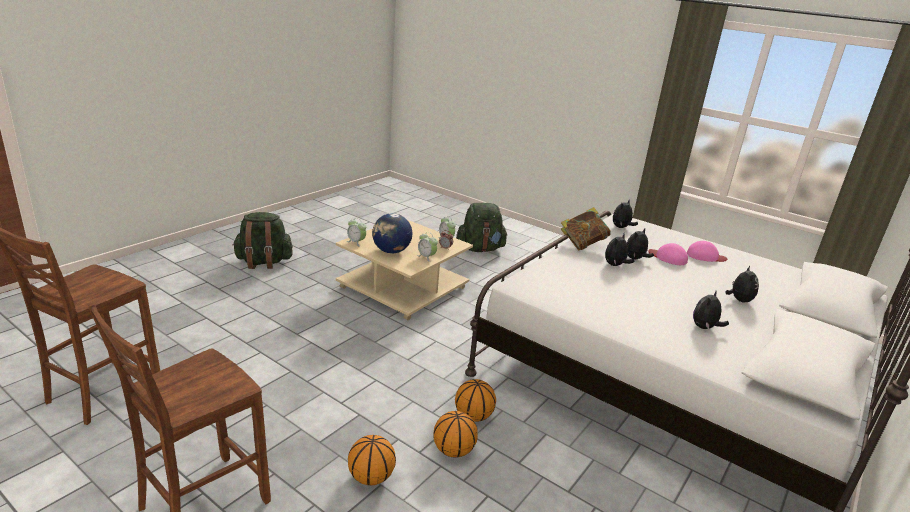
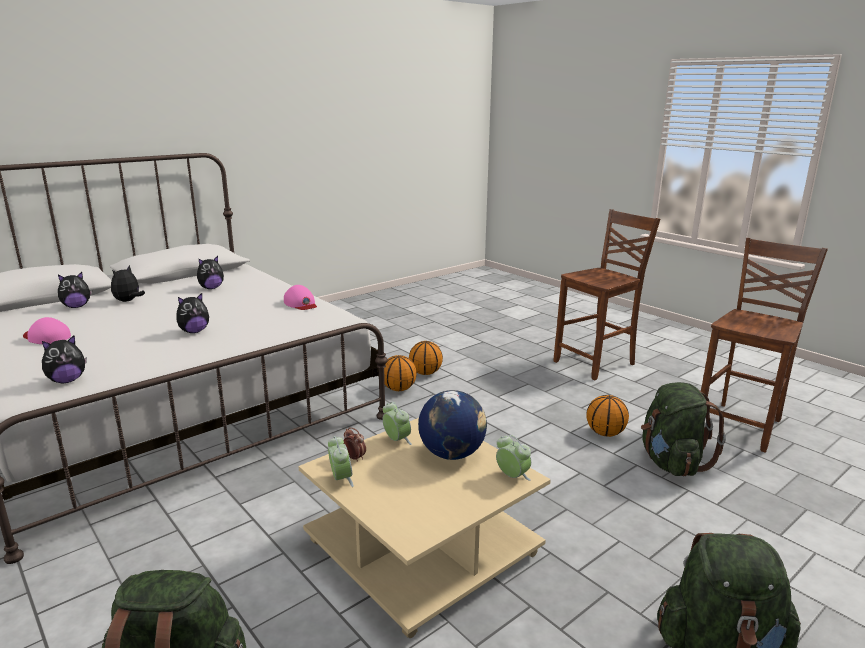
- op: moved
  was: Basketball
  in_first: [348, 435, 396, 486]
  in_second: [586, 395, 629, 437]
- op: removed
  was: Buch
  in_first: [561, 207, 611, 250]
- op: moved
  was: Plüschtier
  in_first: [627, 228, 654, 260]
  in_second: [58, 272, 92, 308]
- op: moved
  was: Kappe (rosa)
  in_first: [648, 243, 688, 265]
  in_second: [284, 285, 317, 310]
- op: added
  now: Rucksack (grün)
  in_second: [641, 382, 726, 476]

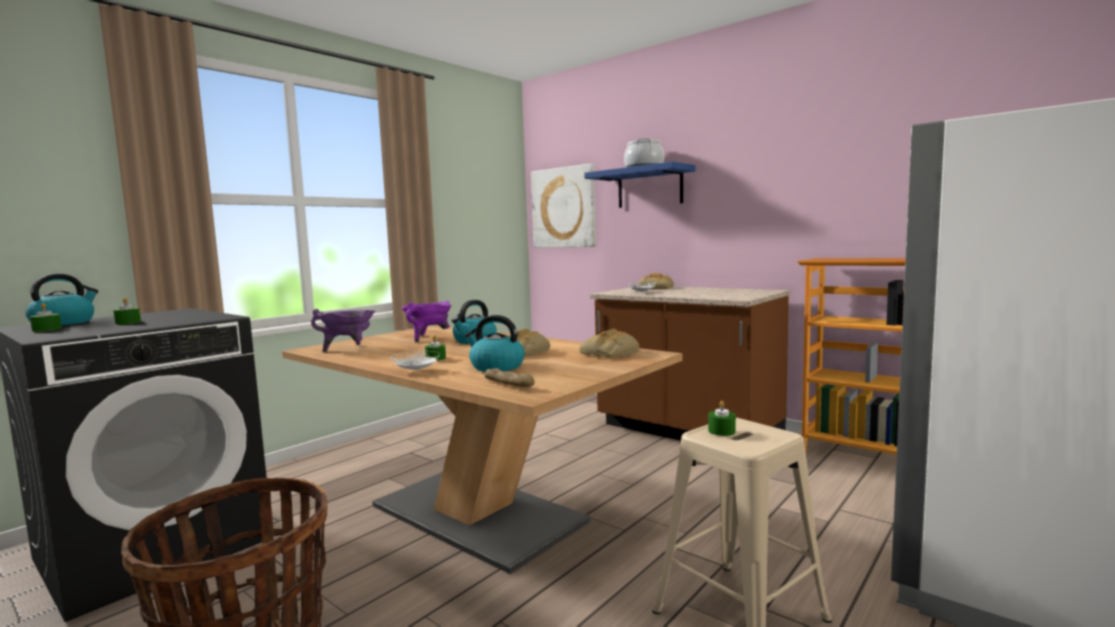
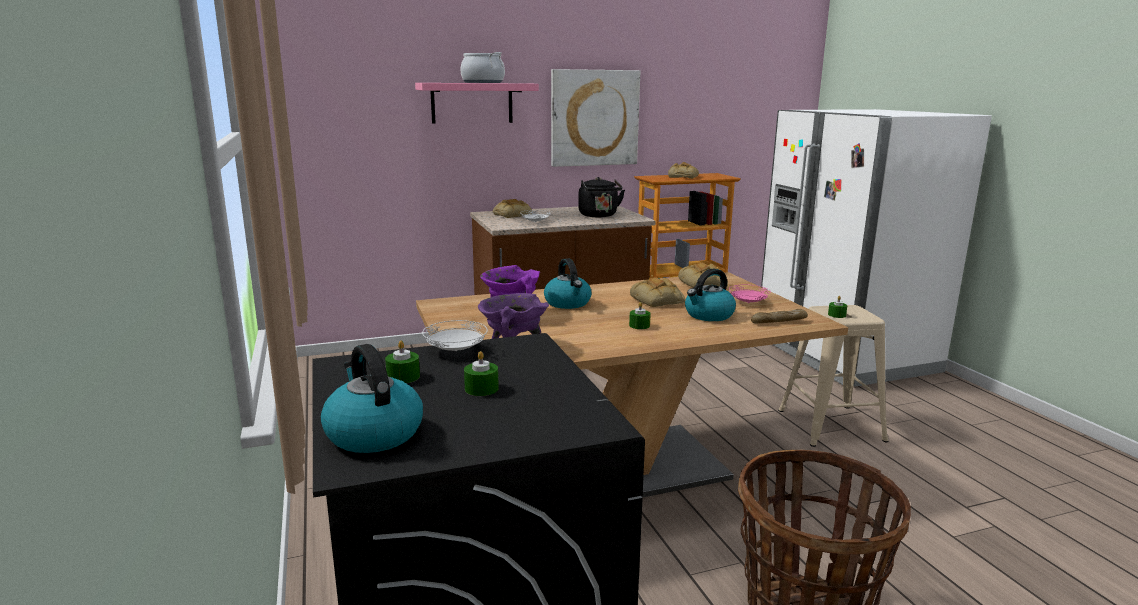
- op: moved
  was: Kerze (grün)
  in_first: [30, 303, 62, 332]
  in_second: [385, 341, 420, 383]
- op: moved
  was: Teller (weiß)
  in_first: [391, 351, 440, 371]
  in_second: [422, 320, 488, 351]
- op: moved
  was: Bild
  in_first: [531, 163, 596, 248]
  in_second: [551, 69, 640, 167]
- op: recoloured
  was: Wandregal (blau)
  now: Wandregal (rosa)
  in_first: [584, 162, 695, 208]
  in_second: [415, 83, 539, 124]
- op: added
  now: Wasserkessel (schwarz)
  in_second: [578, 177, 625, 217]
- op: added
  now: Brot
  in_second: [668, 162, 699, 179]
- op: added
  now: Teller (rosa)
  in_second: [729, 285, 771, 303]

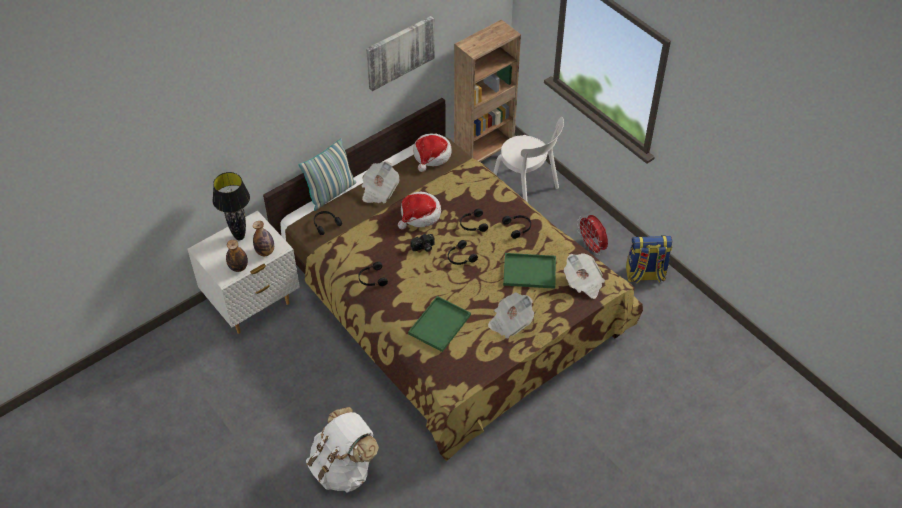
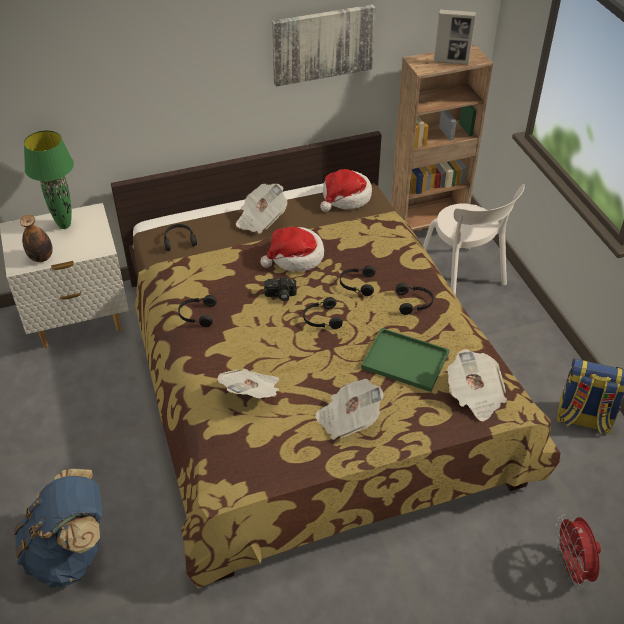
- op: recoloured
  was: Tischlampe (schwarz)
  now: Tischlampe (grün)
  in_first: [213, 172, 250, 240]
  in_second: [24, 130, 74, 229]
- op: removed
  was: Flasche
  in_first: [253, 221, 274, 256]
- op: removed
  was: Kissen
  in_first: [299, 138, 357, 211]
- op: recoloured
  was: Rucksack (weiß)
  now: Rucksack (blau)
  in_first: [306, 407, 379, 493]
  in_second: [14, 469, 102, 588]
- op: replaced
  was: Tablett (grün)
  now: Zeitung
  in_first: [408, 296, 471, 352]
  in_second: [218, 369, 279, 398]
- op: moved
  was: Ventilator (rot)
  in_first: [577, 215, 608, 255]
  in_second: [554, 515, 601, 589]
- op: added
  now: Bilderrahmen
  in_second: [434, 9, 476, 64]

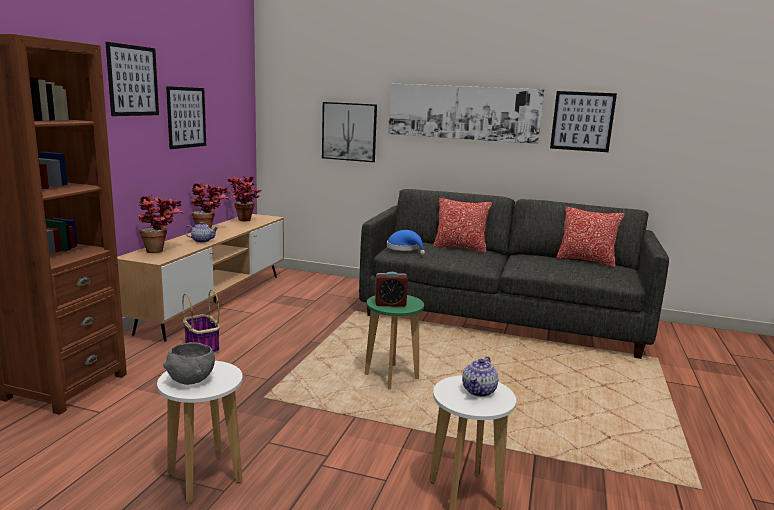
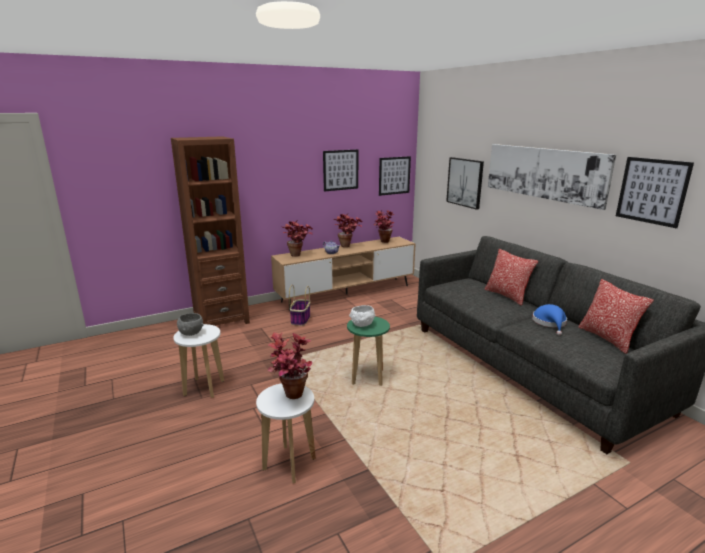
- op: moved
  was: Bild
  in_first: [105, 42, 159, 116]
  in_second: [379, 156, 411, 196]
- op: replaced
  was: Wecker
  now: Schüssel (weiß)
  in_first: [375, 272, 408, 307]
  in_second: [349, 305, 375, 327]
- op: moved
  was: Hut (blau)
  in_first: [387, 230, 425, 255]
  in_second: [532, 304, 567, 336]
- op: replaced
  was: Teekanne
  now: Topfpflanze
  in_first: [462, 356, 498, 397]
  in_second: [268, 332, 312, 399]

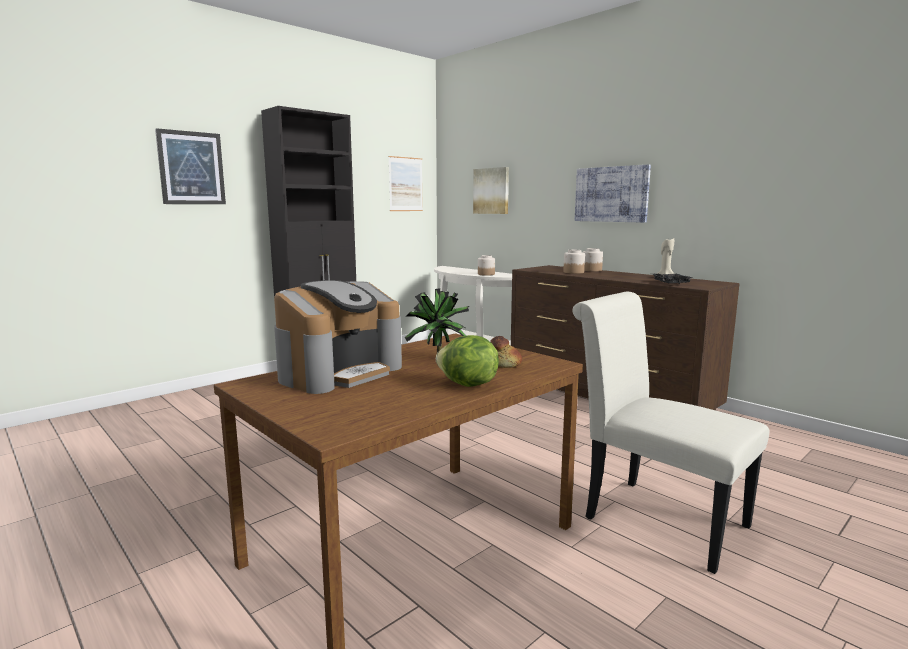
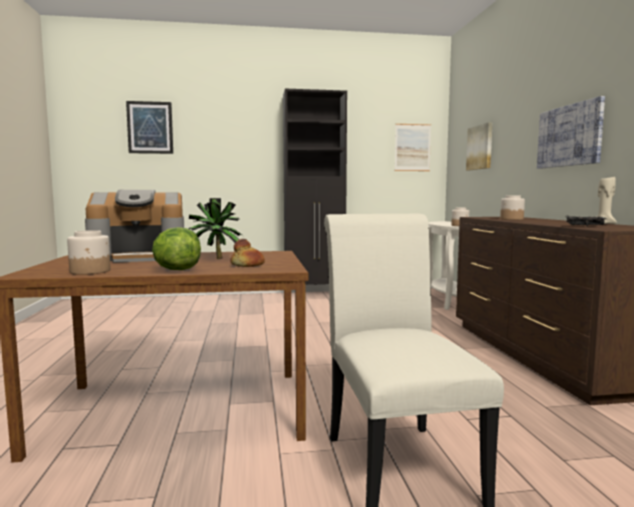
- op: moved
  was: Bild
  in_first: [155, 128, 226, 204]
  in_second: [126, 101, 173, 154]
- op: moved
  was: Vorratsglas
  in_first: [583, 248, 603, 272]
  in_second: [67, 230, 111, 275]

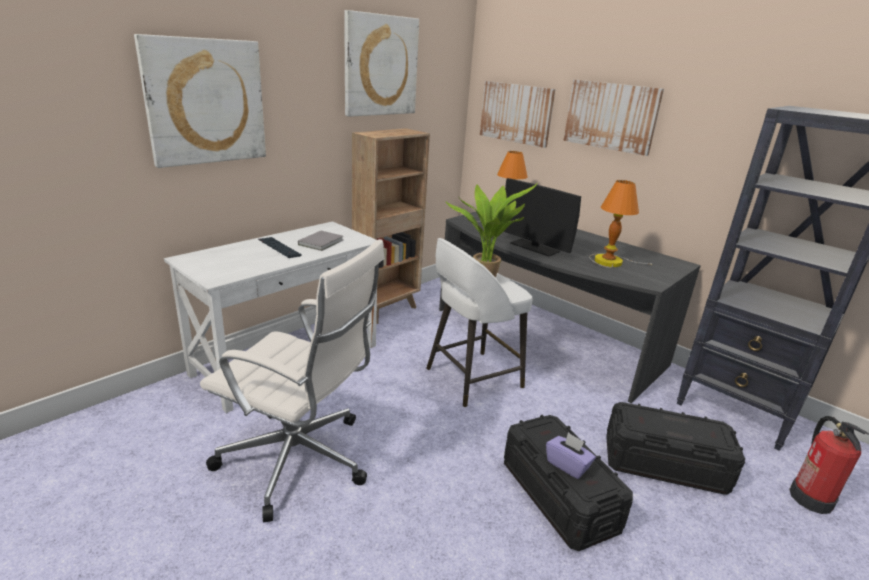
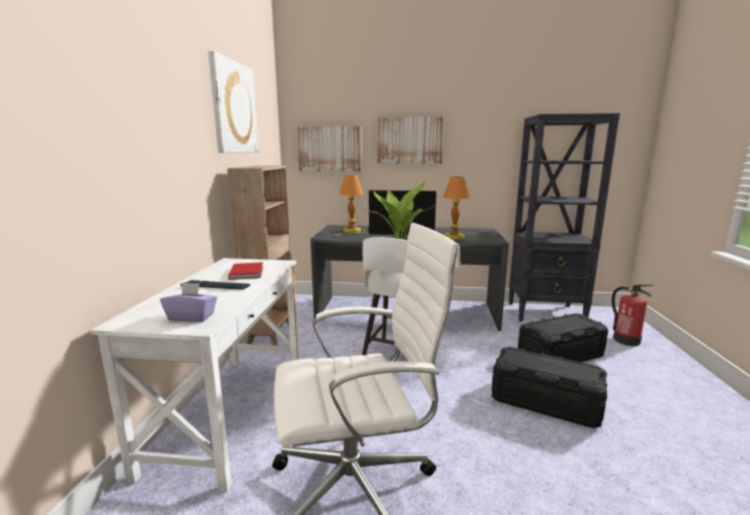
- op: removed
  was: Bild
  in_first: [134, 34, 266, 168]
- op: recoloured
  was: Buch (grau)
  now: Buch (rot)
  in_first: [298, 231, 343, 251]
  in_second: [228, 262, 263, 280]
- op: moved
  was: Taschentuchbox (lila)
  in_first: [546, 432, 596, 479]
  in_second: [160, 282, 217, 322]

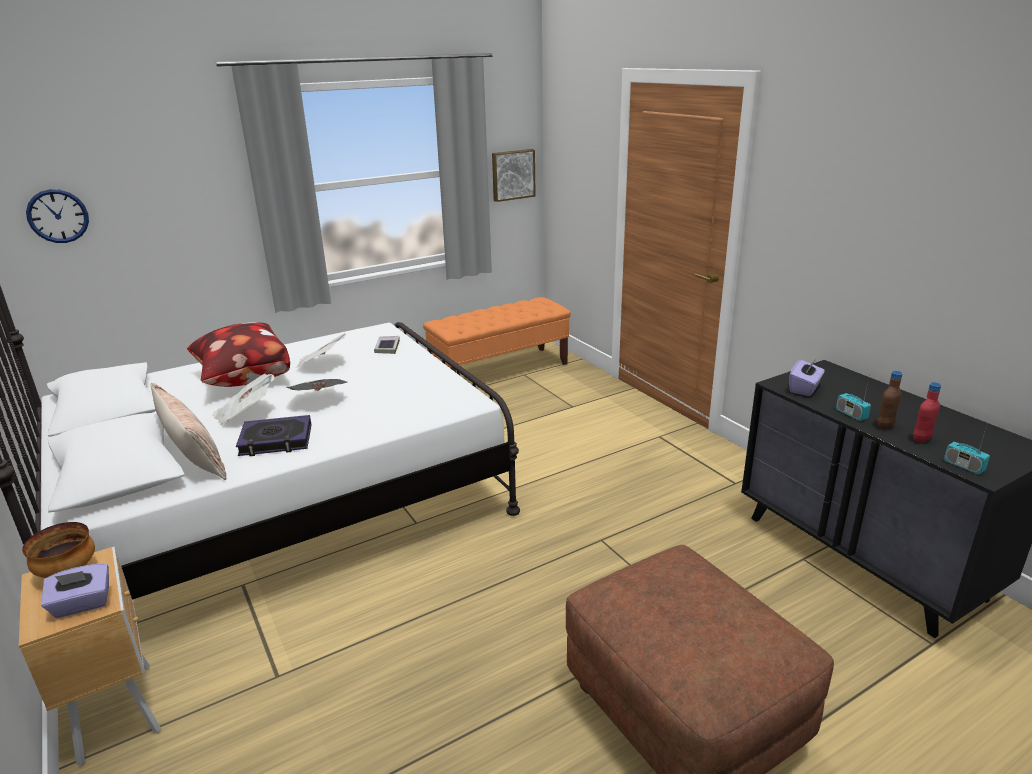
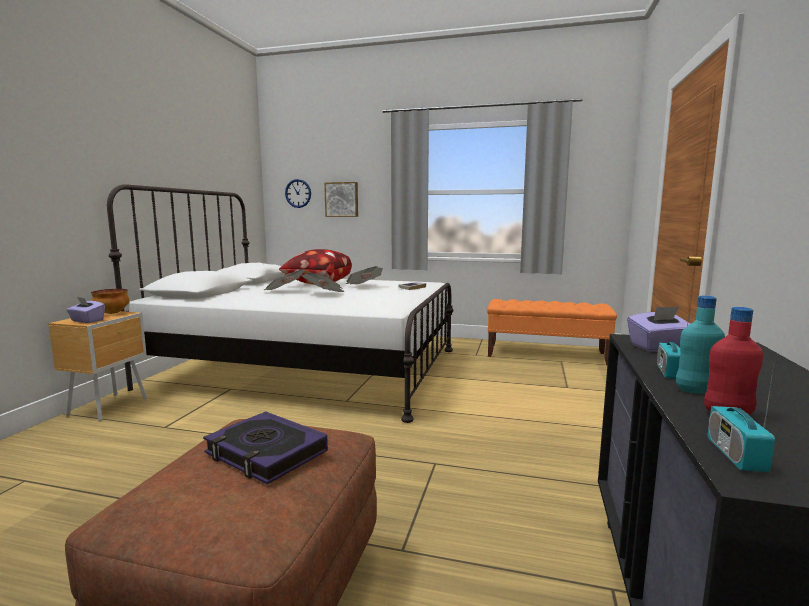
- op: removed
  was: Kissen
  in_first: [151, 383, 226, 480]
- op: moved
  was: Buch
  in_first: [236, 415, 312, 456]
  in_second: [203, 411, 328, 485]
- op: moved
  was: Bild
  in_first: [492, 149, 536, 202]
  in_second: [324, 182, 358, 217]
- op: recoloured
  was: Flasche (braun)
  now: Flasche (türkis)
  in_first: [877, 371, 902, 429]
  in_second: [676, 296, 725, 393]

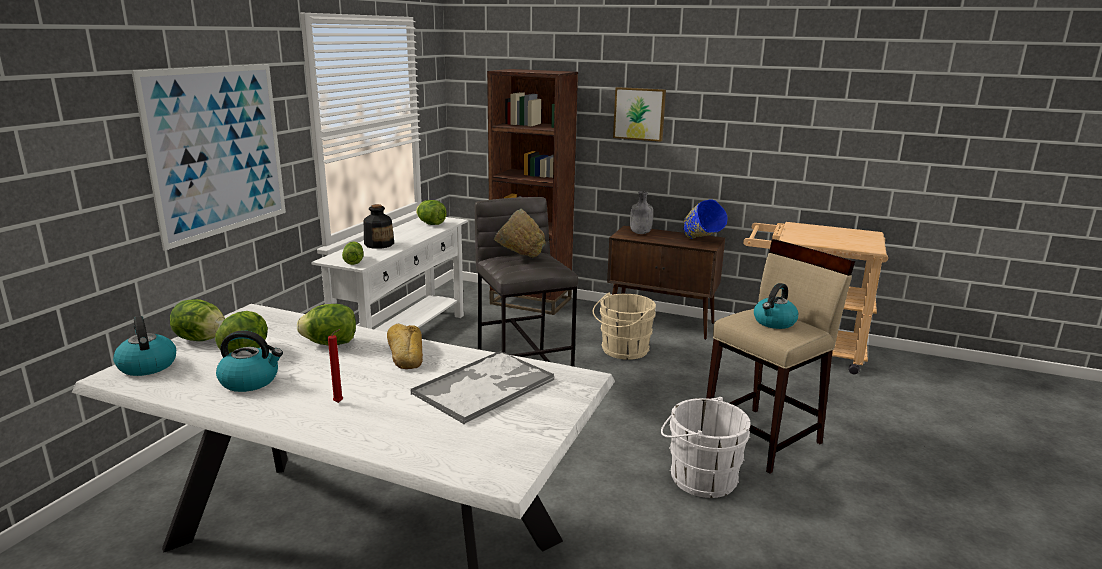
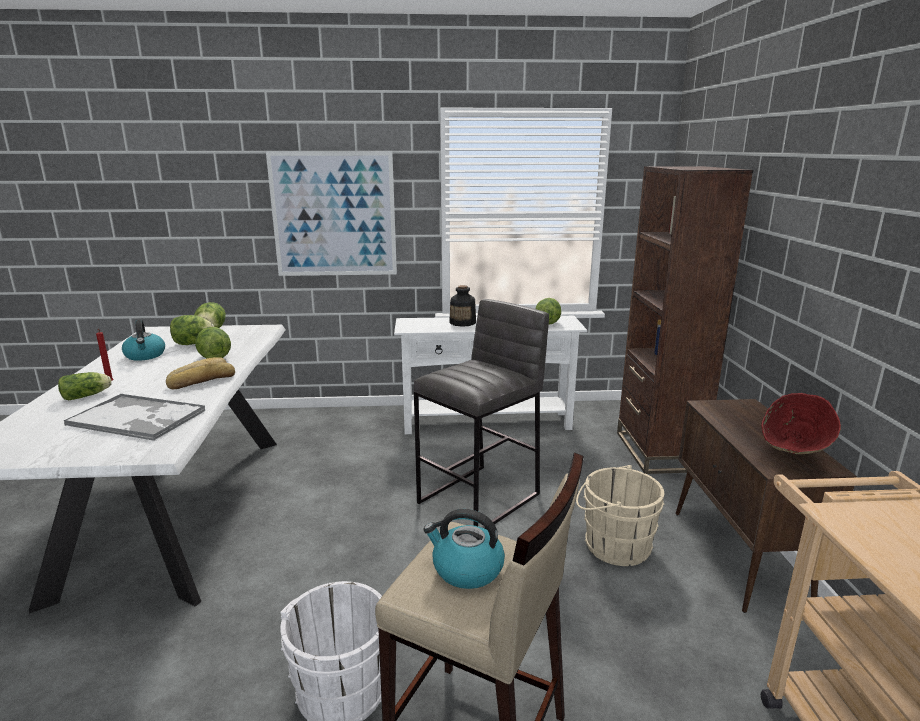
- op: removed
  was: Wasserkessel
  in_first: [113, 316, 176, 376]
- op: moved
  was: Salatkopf
  in_first: [342, 241, 363, 265]
  in_second: [58, 372, 111, 400]
- op: removed
  was: Schüssel (grau)
  in_first: [494, 208, 546, 258]
- op: removed
  was: Bild
  in_first: [613, 87, 666, 142]
- op: removed
  was: Flasche (grau)
  in_first: [630, 191, 653, 234]
- op: recoloured
  was: Schüssel (blau)
  now: Schüssel (rot)
  in_first: [683, 199, 728, 239]
  in_second: [761, 393, 841, 454]

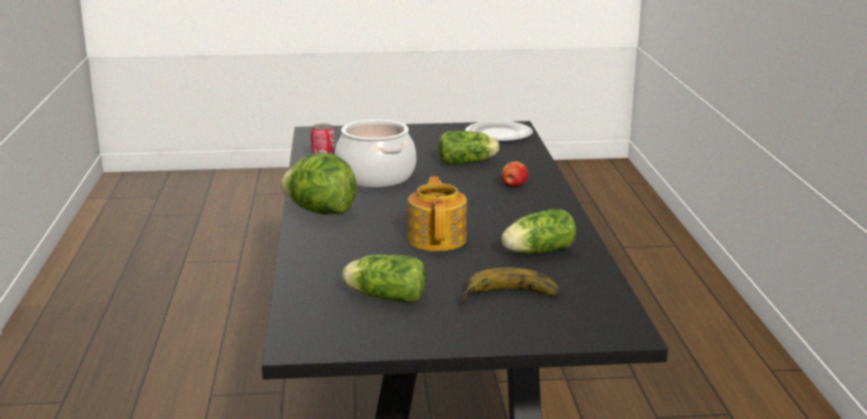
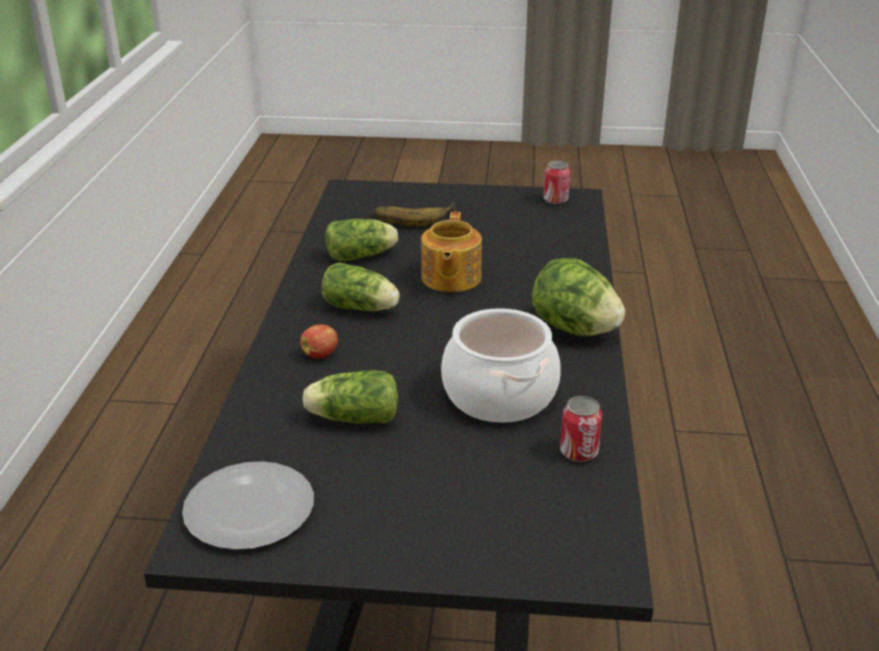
- op: moved
  was: Salatkopf
  in_first: [343, 255, 426, 303]
  in_second: [322, 263, 400, 311]
- op: added
  now: Dose
  in_second: [543, 161, 571, 204]

